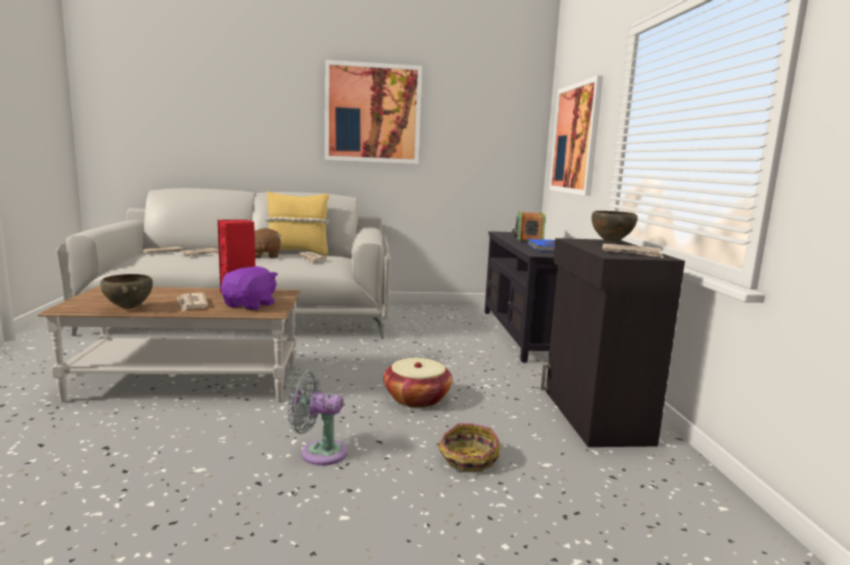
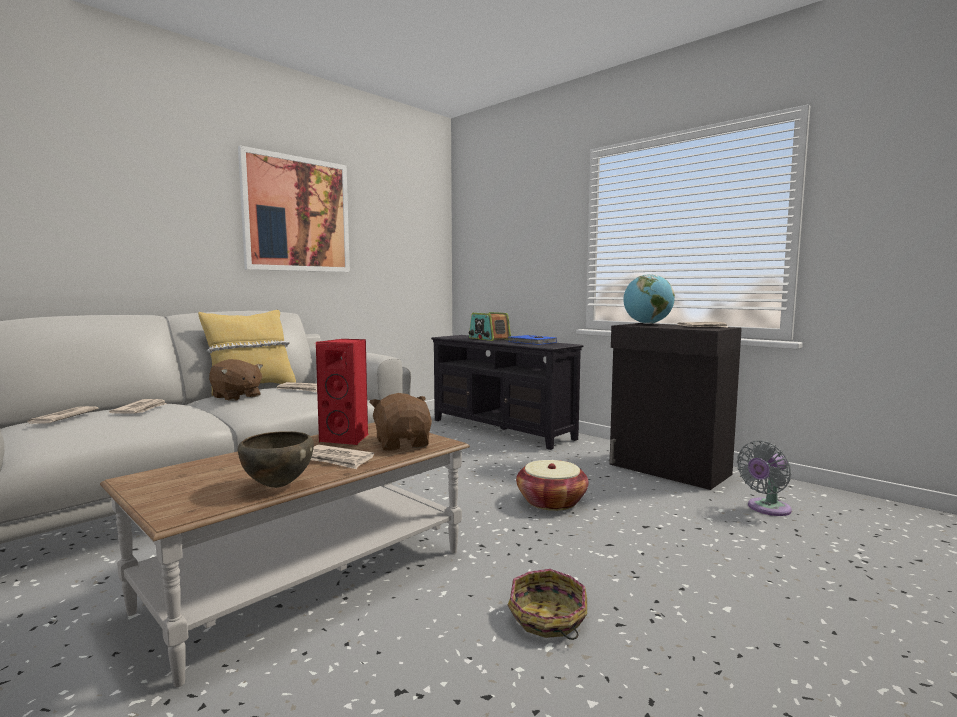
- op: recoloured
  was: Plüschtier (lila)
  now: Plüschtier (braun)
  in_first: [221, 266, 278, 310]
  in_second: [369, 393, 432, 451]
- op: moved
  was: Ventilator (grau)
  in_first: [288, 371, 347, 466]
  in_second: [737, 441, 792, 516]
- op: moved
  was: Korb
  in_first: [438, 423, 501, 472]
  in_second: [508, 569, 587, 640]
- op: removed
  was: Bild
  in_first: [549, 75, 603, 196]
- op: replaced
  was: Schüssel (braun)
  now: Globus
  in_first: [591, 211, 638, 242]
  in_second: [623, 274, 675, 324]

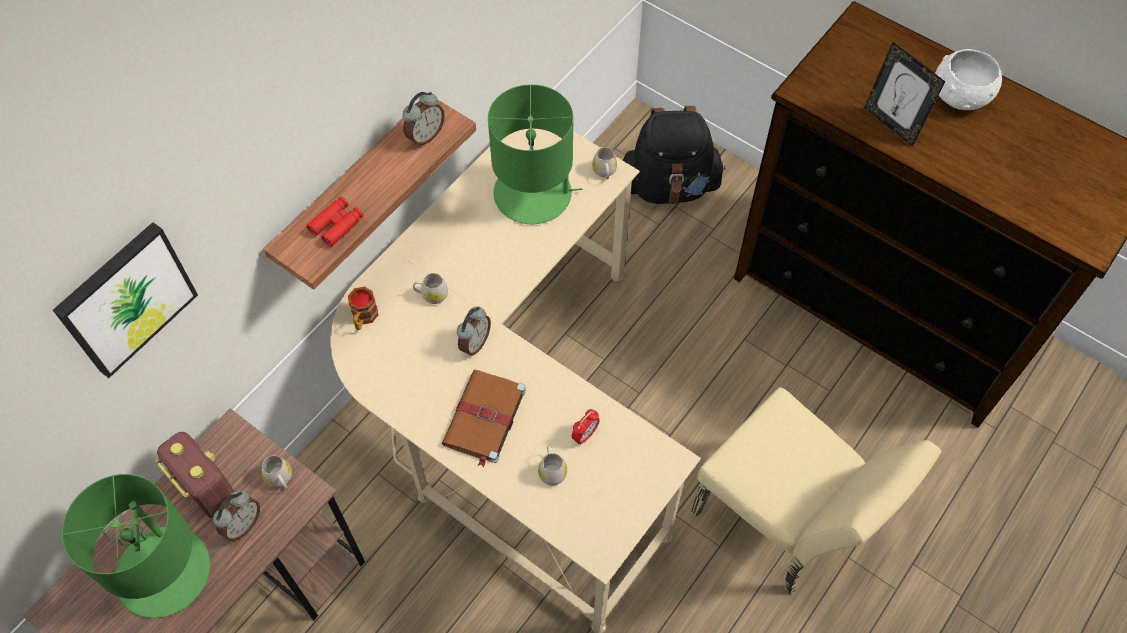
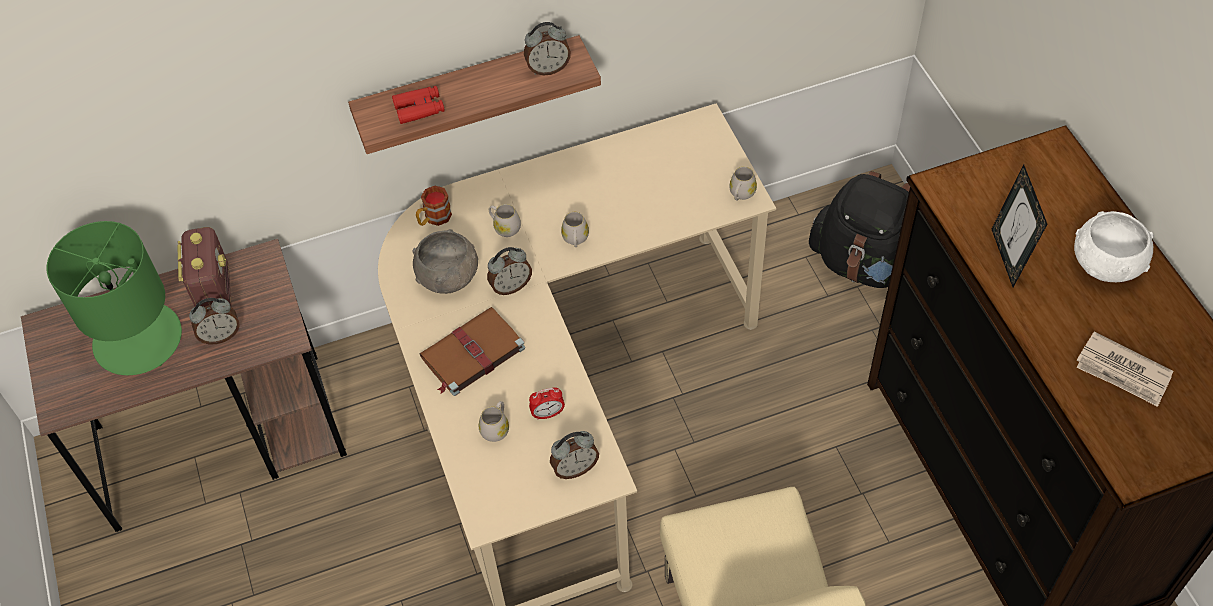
- op: removed
  was: Bild
  in_first: [53, 222, 198, 378]
- op: moved
  was: Henkelbecher (weiß)
  in_first: [262, 455, 292, 489]
  in_second: [561, 212, 589, 247]
- op: removed
  was: Tischlampe (grün)
  in_first: [488, 84, 583, 224]
- op: added
  now: Schüssel (grau)
  in_second: [412, 229, 478, 294]
- op: added
  now: Wecker
  in_second: [550, 431, 599, 479]
- op: added
  now: Zeitung
  in_second: [1076, 331, 1174, 407]

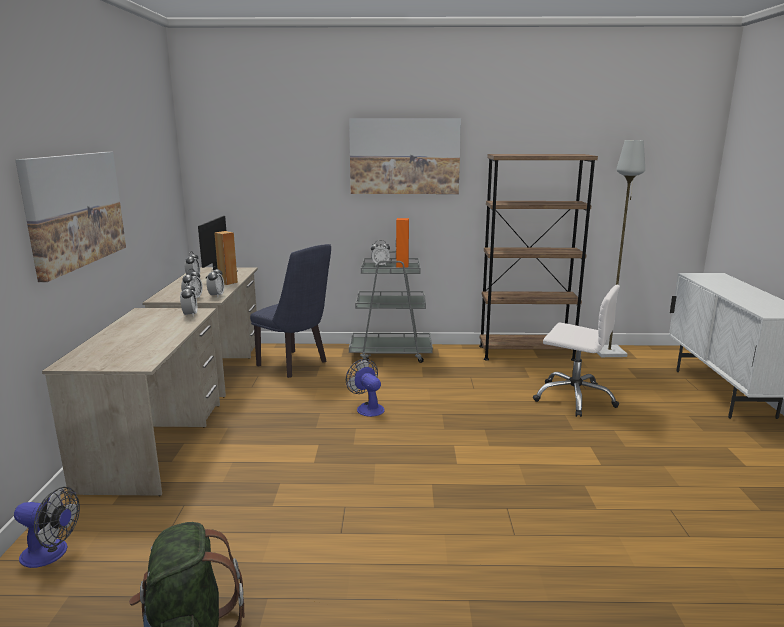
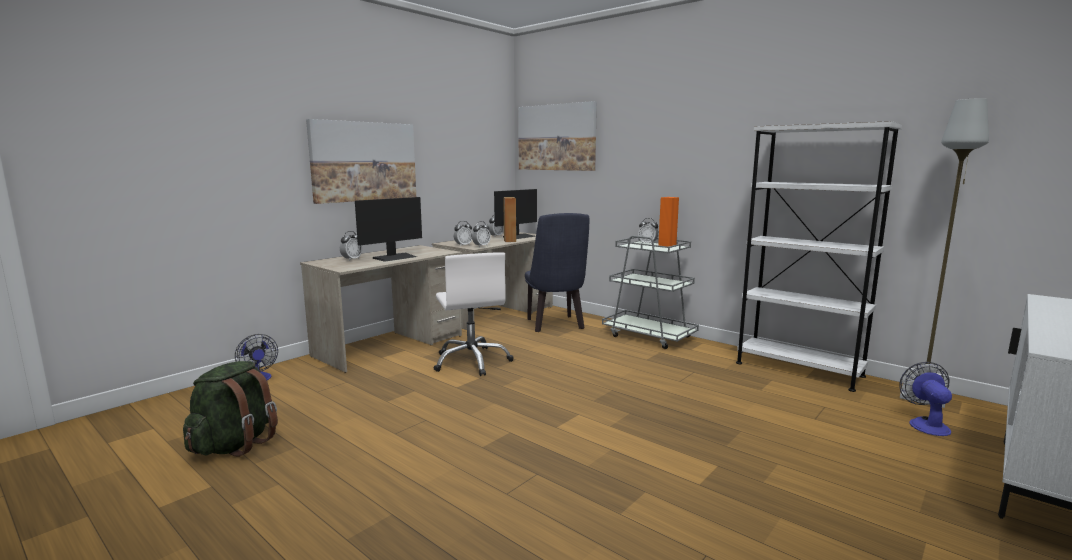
- op: moved
  was: Wecker
  in_first: [180, 282, 197, 317]
  in_second: [340, 231, 362, 261]
- op: moved
  was: Ventilator
  in_first: [346, 359, 385, 417]
  in_second: [899, 362, 952, 436]
- op: moved
  was: Bild
  in_first: [349, 118, 461, 194]
  in_second: [518, 101, 597, 171]
- op: recoloured
  was: Bücherregal (braun)
  now: Bücherregal (weiß)
  in_first: [479, 154, 598, 361]
  in_second: [736, 121, 902, 392]
- op: moved
  was: Bürostuhl (weiß)
  in_first: [533, 285, 620, 417]
  in_second: [434, 252, 514, 376]
- op: added
  now: Monitor
  in_second: [355, 197, 422, 262]

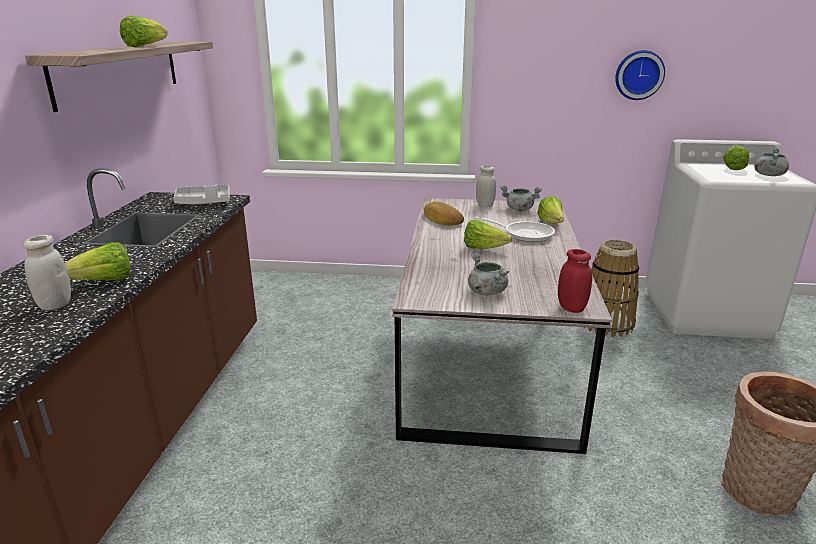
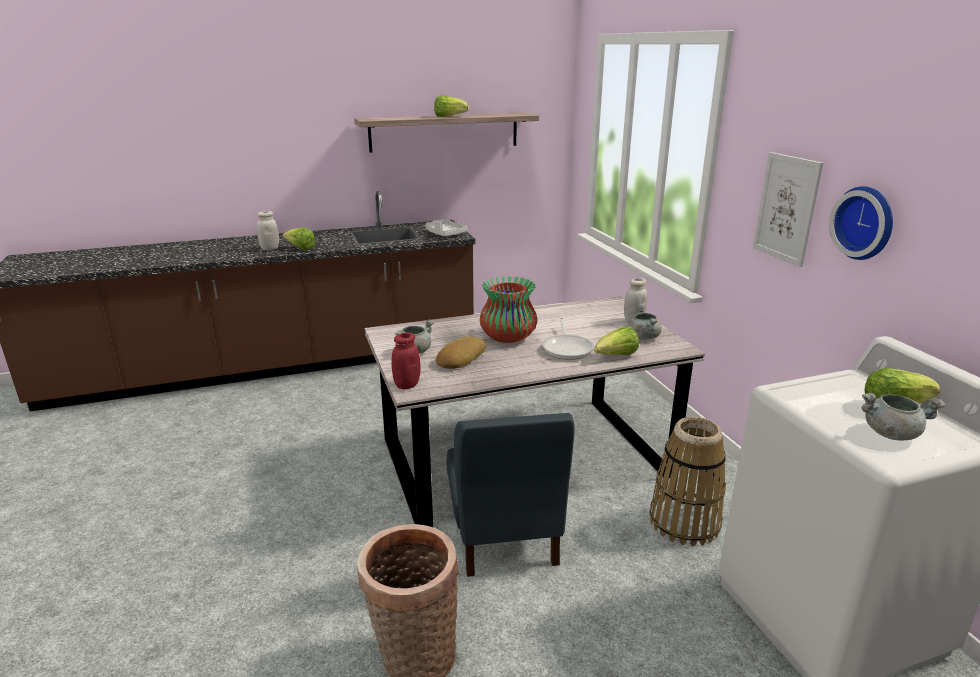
- op: moved
  was: Brot
  in_first: [424, 201, 464, 226]
  in_second: [436, 336, 486, 369]
- op: replaced
  was: Salatkopf
  now: Vase
  in_first: [464, 220, 513, 249]
  in_second: [480, 276, 537, 343]
- op: added
  now: Stuhl (blau)
  in_second: [447, 413, 575, 577]
- op: added
  now: Bild
  in_second: [753, 152, 823, 267]

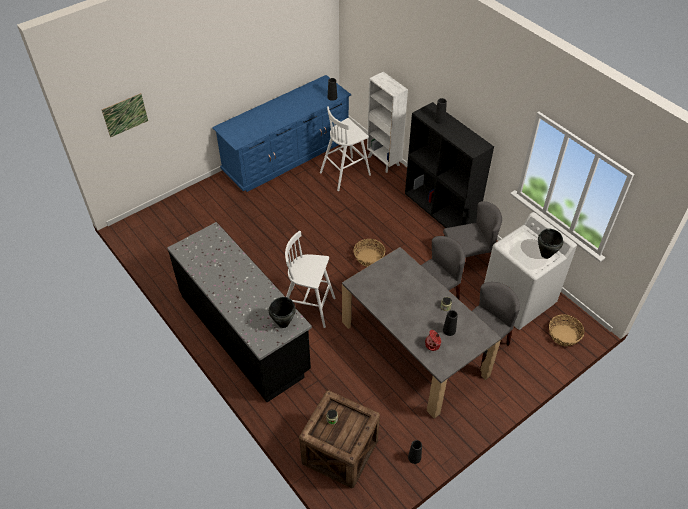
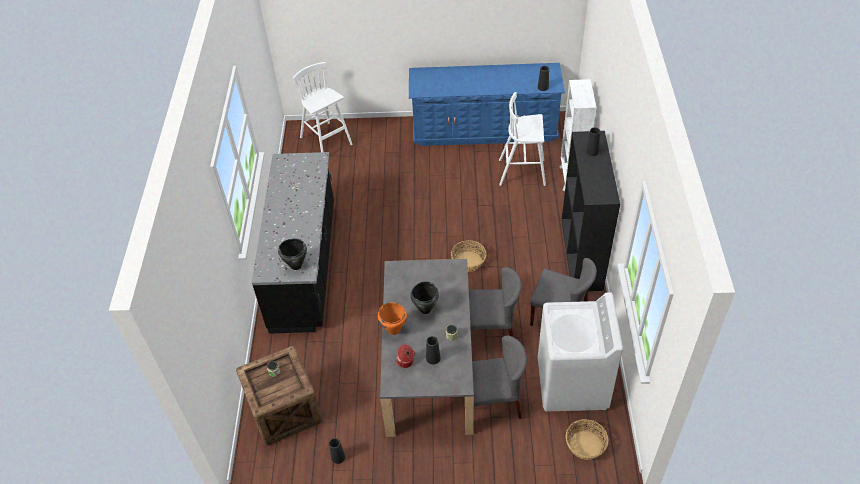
- op: removed
  was: Bild
  in_first: [102, 93, 148, 137]
- op: moved
  was: Hocker (weiß)
  in_first: [285, 231, 336, 328]
  in_second: [293, 62, 353, 152]
- op: moved
  was: Kochtopf (schwarz)
  in_first: [538, 228, 563, 259]
  in_second: [410, 281, 439, 314]
- op: added
  now: Kochtopf (orange)
  in_second: [378, 302, 407, 335]

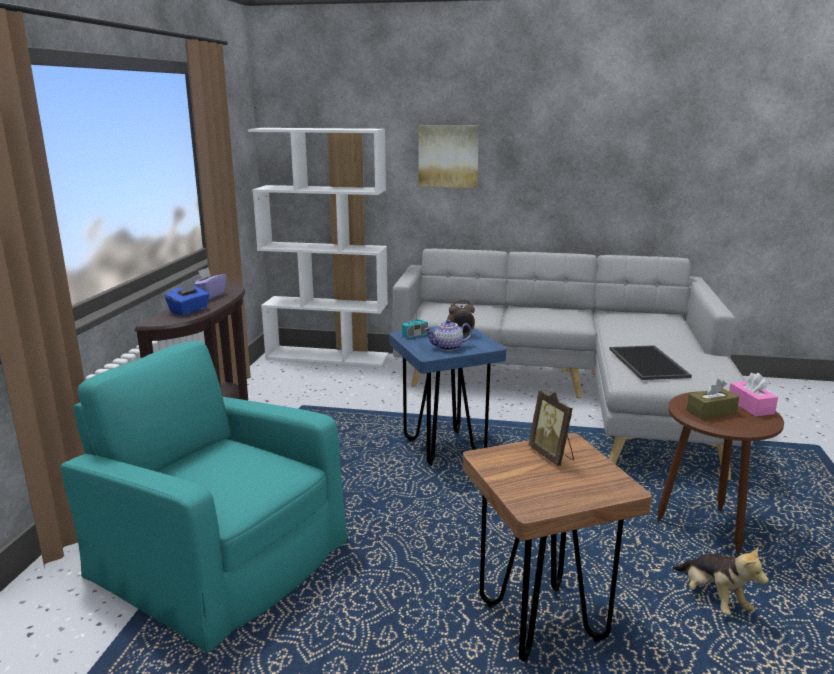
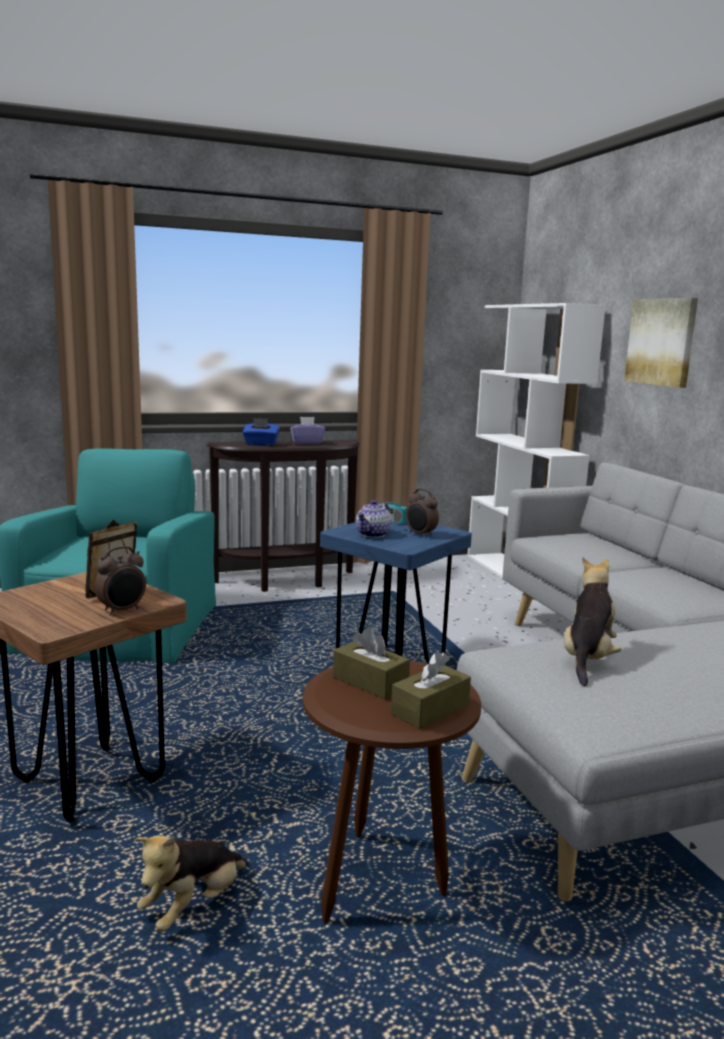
- op: turned
  was: Teekanne
  in_first: [425, 319, 472, 351]
  in_second: [356, 500, 392, 538]
  clockwise: -105
- op: replaced
  was: Tablett
  now: Plüschtier
  in_first: [609, 345, 692, 380]
  in_second: [564, 557, 621, 686]
- op: recoloured
  was: Taschentuchbox (rosa)
  now: Taschentuchbox (braun)
  in_first: [729, 373, 778, 416]
  in_second: [391, 651, 471, 729]
- op: added
  now: Wecker
  in_second: [94, 546, 146, 616]

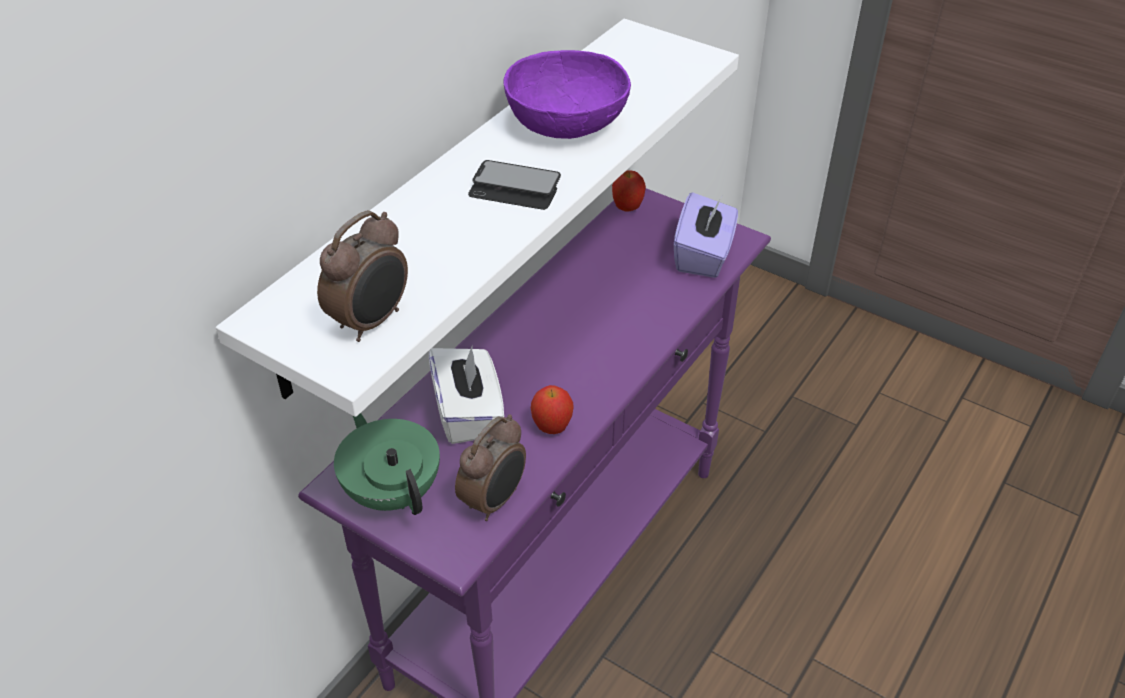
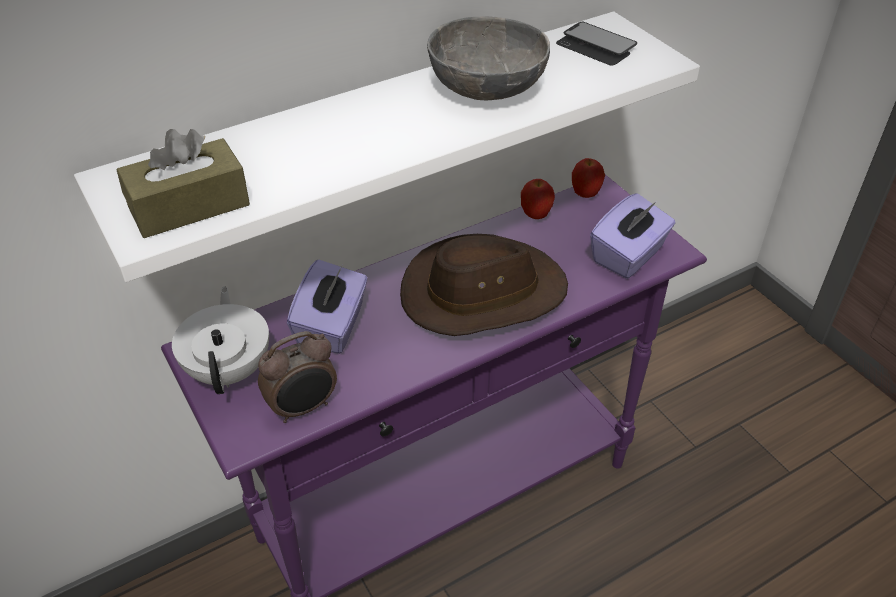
- op: replaced
  was: Wecker
  now: Taschentuchbox (braun)
  in_first: [317, 210, 408, 342]
  in_second: [116, 129, 250, 238]
- op: recoloured
  was: Teekanne (grün)
  now: Teekanne (weiß)
  in_first: [334, 413, 440, 515]
  in_second: [172, 287, 269, 394]
- op: recoloured
  was: Taschentuchbox (weiß)
  now: Taschentuchbox (lila)
  in_first: [429, 344, 504, 444]
  in_second: [287, 259, 368, 354]
- op: moved
  was: Handy
  in_first: [468, 160, 561, 210]
  in_second: [556, 22, 637, 66]
- op: recoloured
  was: Schüssel (lila)
  now: Schüssel (grau)
  in_first: [503, 50, 631, 139]
  in_second: [427, 16, 550, 100]
- op: moved
  was: Apfel
  in_first: [531, 385, 573, 434]
  in_second: [521, 179, 555, 219]
- op: added
  now: Hut (braun)
  in_second: [400, 234, 568, 336]

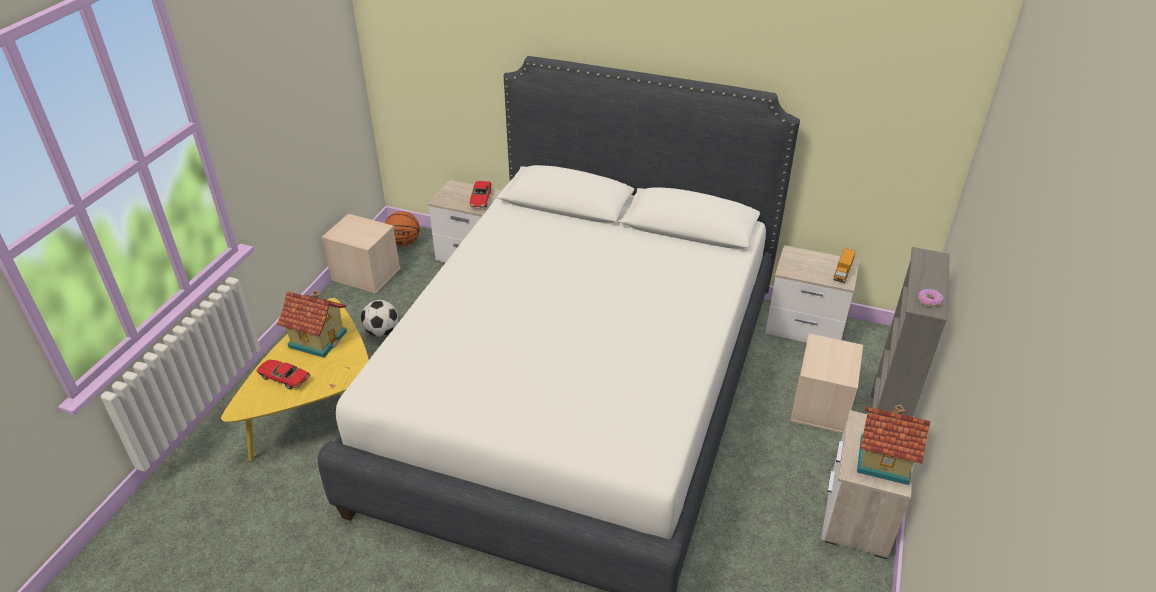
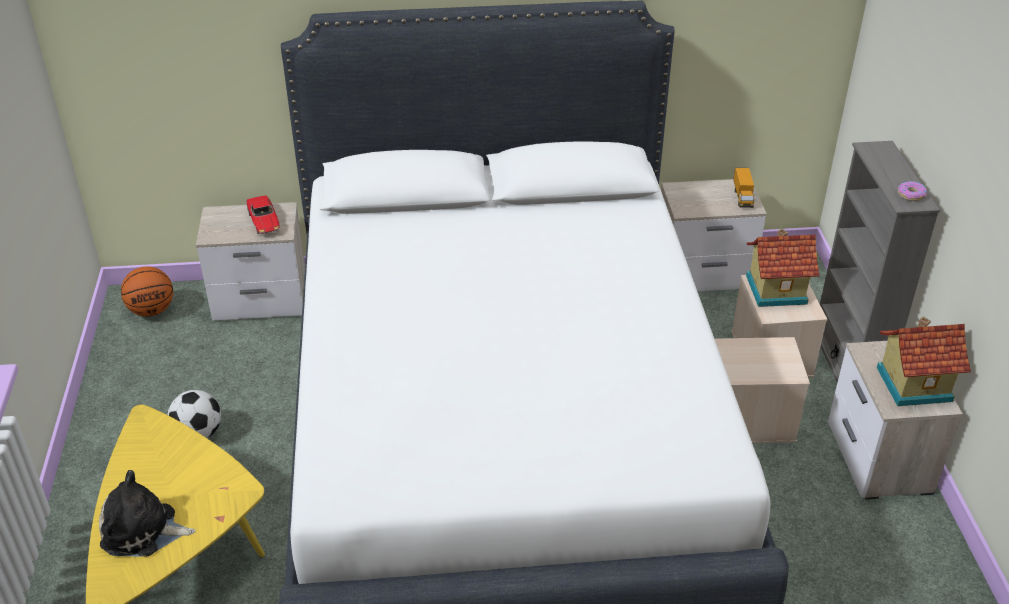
- op: replaced
  was: Spielzeugauto
  now: Plüschtier
  in_first: [256, 360, 310, 390]
  in_second: [99, 470, 195, 557]
- op: moved
  was: Spielzeughaus
  in_first: [277, 290, 347, 358]
  in_second: [746, 229, 820, 307]
- op: moved
  was: Aufbewahrungsbox (beige)
  in_first: [321, 214, 401, 293]
  in_second: [715, 337, 810, 443]

